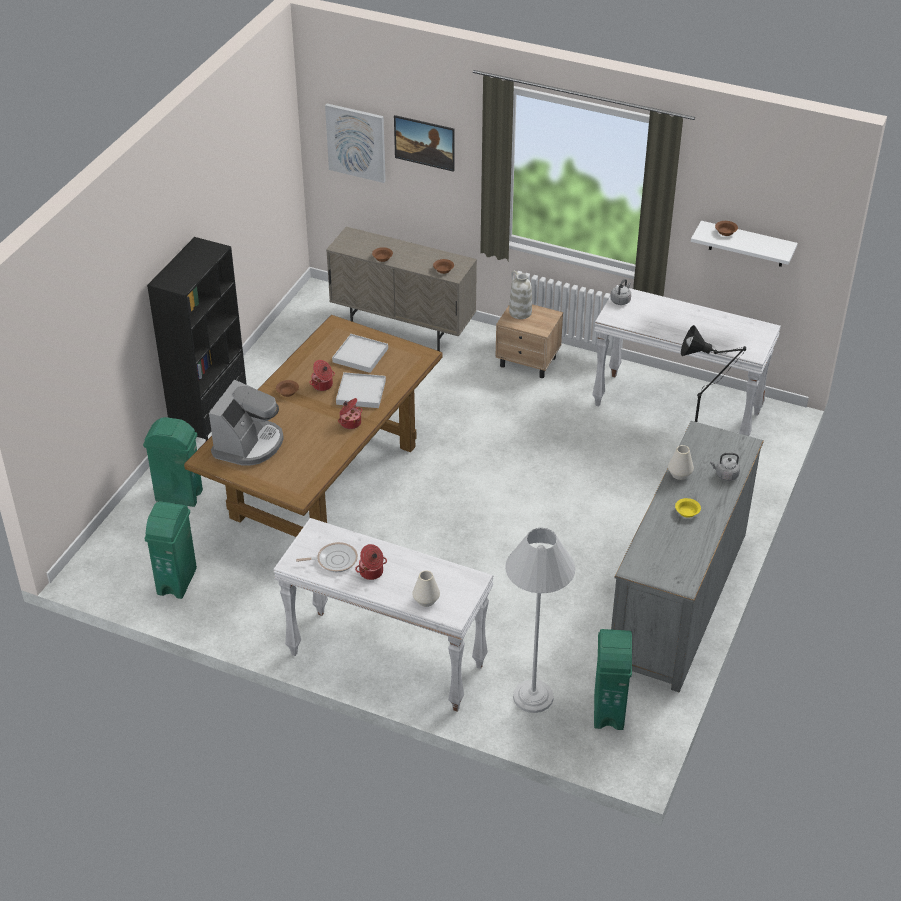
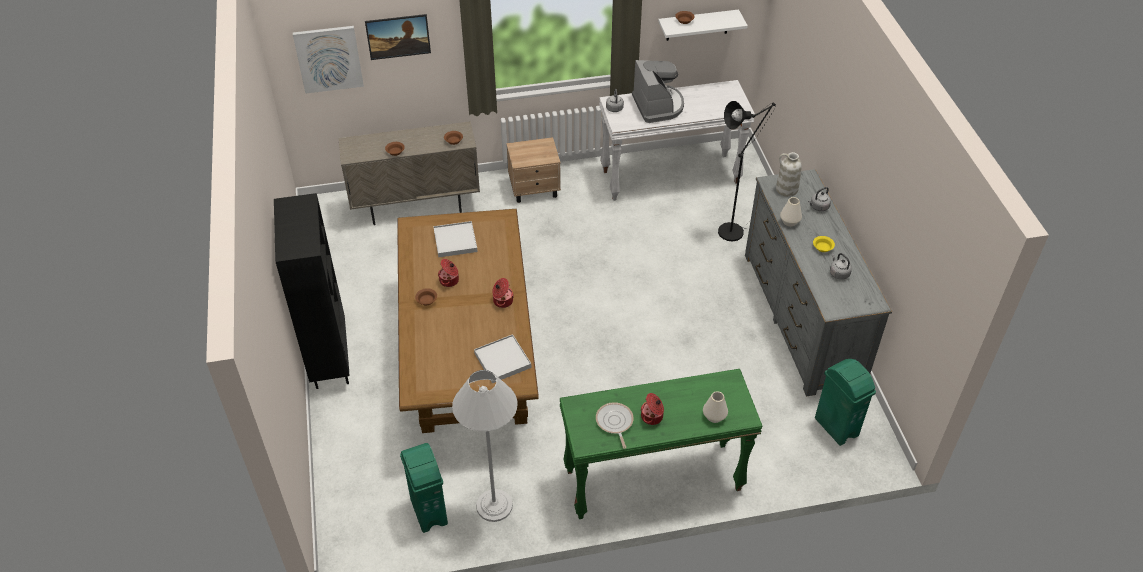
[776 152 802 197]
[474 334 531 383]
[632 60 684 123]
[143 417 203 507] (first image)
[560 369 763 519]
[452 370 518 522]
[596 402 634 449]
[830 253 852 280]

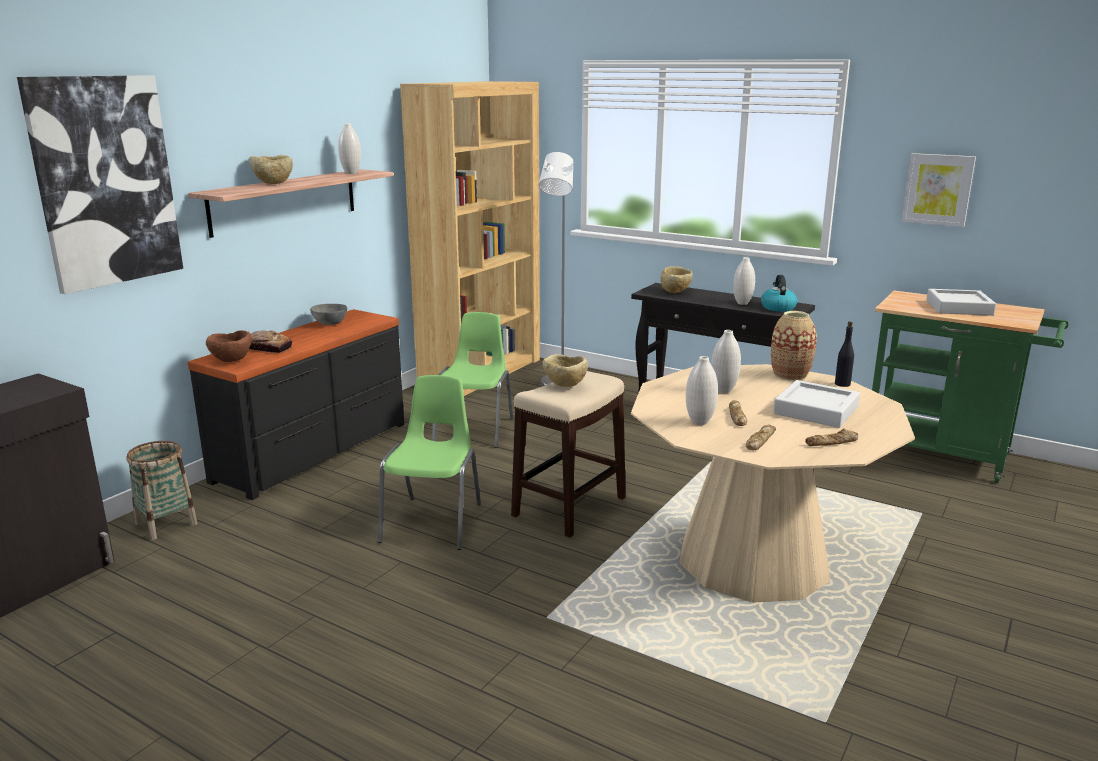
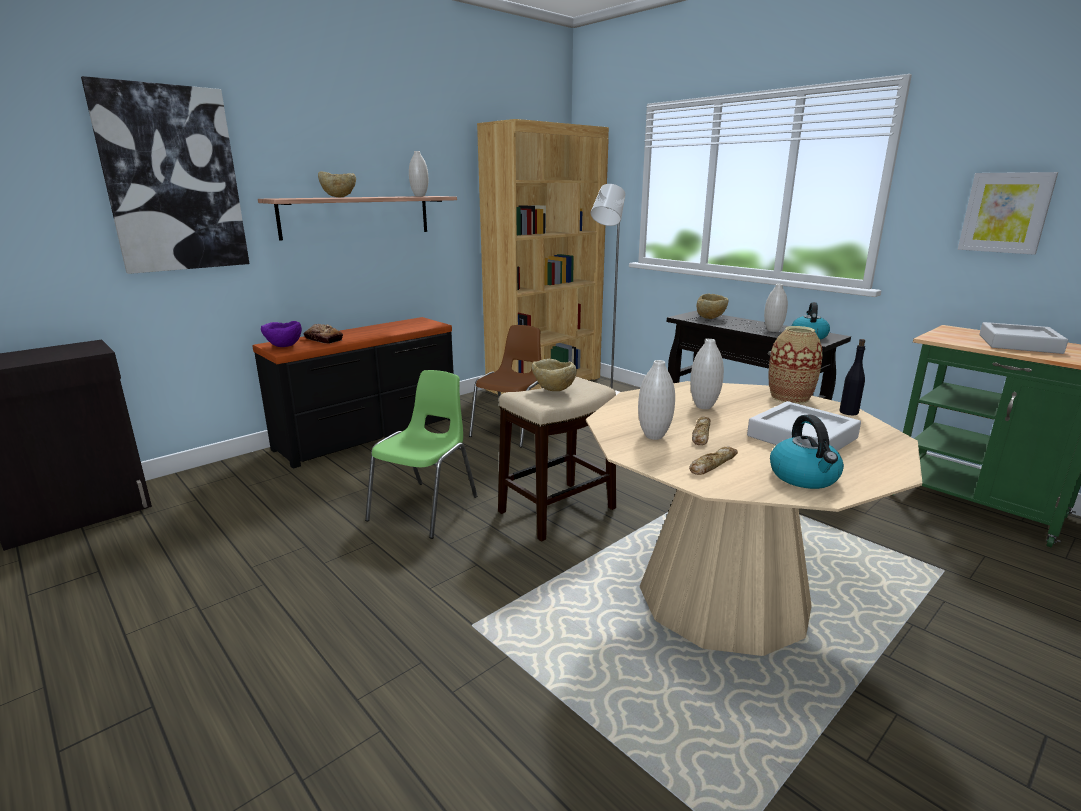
[310 304 347 325] (first image)
[469 325 543 447]
[261 321 302 347]
[770 415 844 489]
[126 441 197 540] (first image)

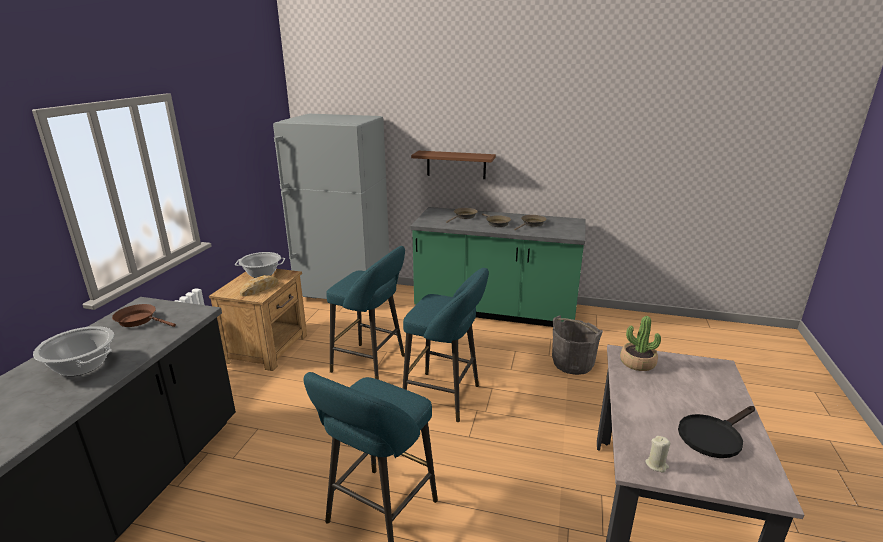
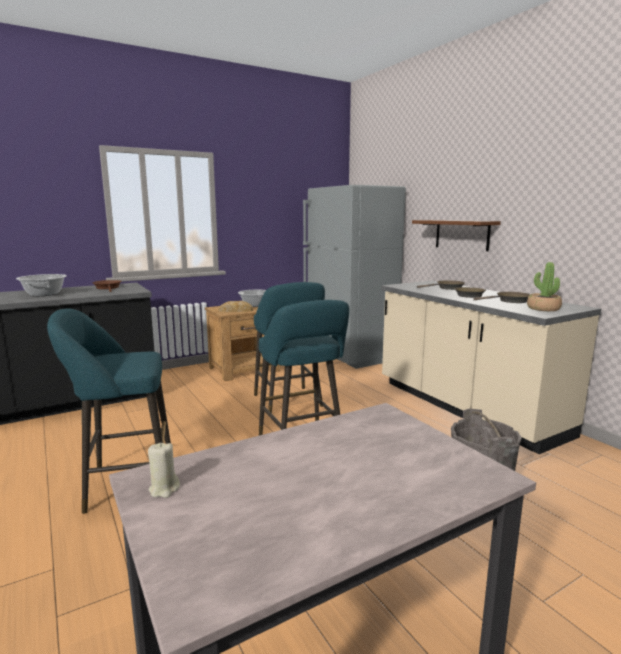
[381 281 601 454]
[527 262 562 311]
[678 406 755 458] (first image)

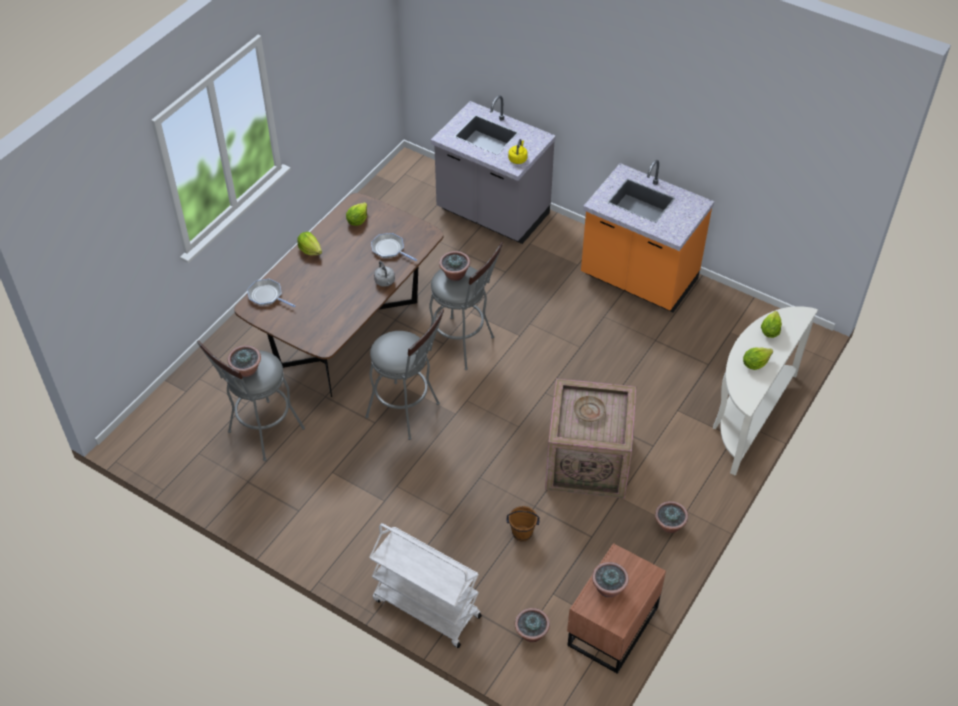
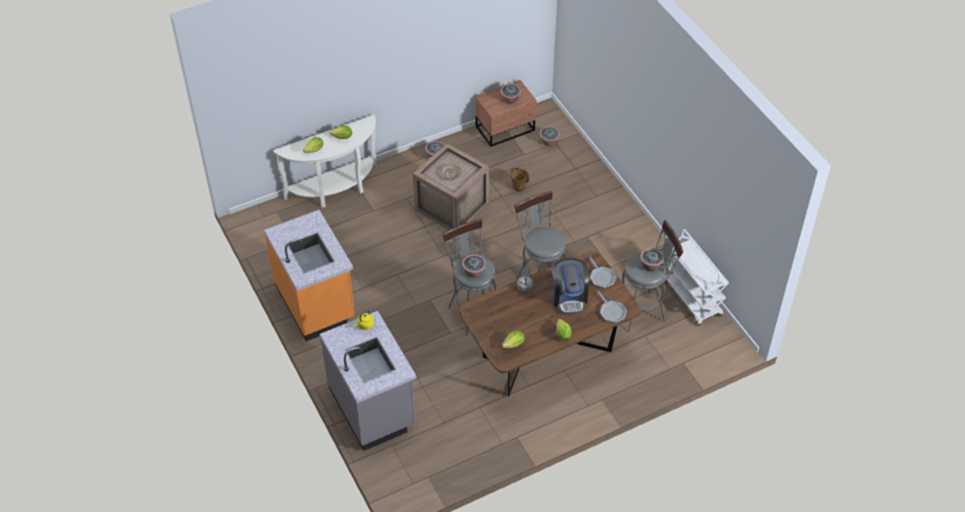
[589 257 617 288]
[664 229 729 326]
[552 258 589 314]

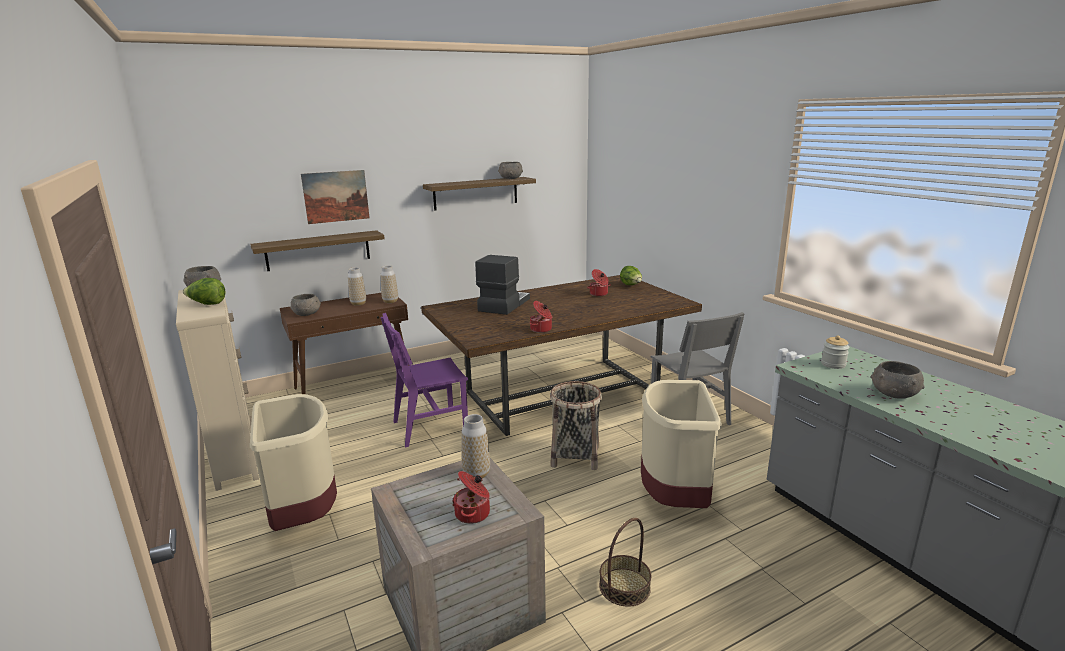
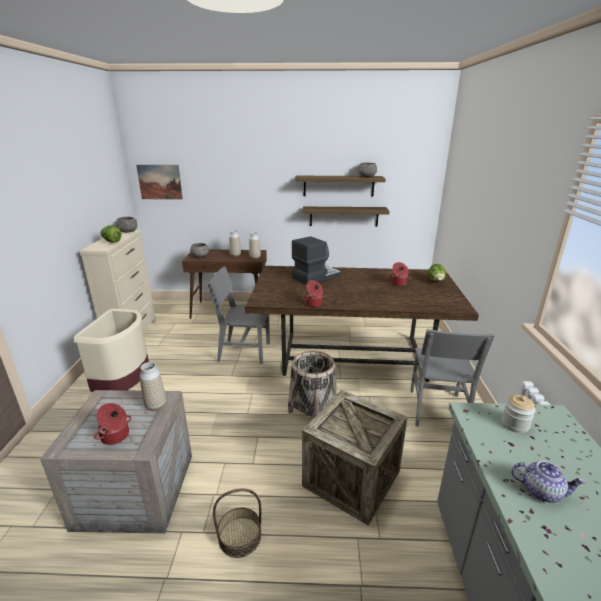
[136 165 183 200]
[302 207 390 226]
[208 266 270 364]
[511 461 586 503]
[302 390 408 526]

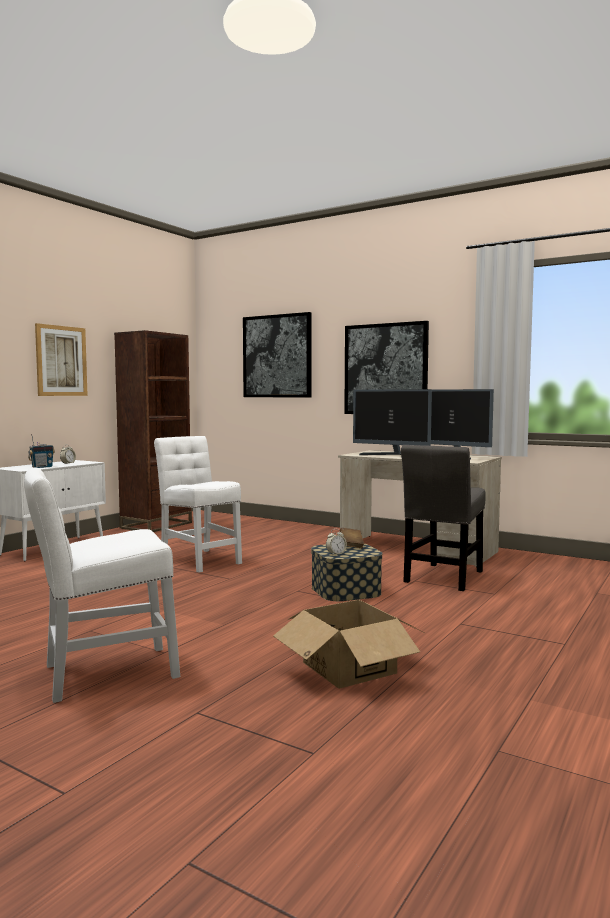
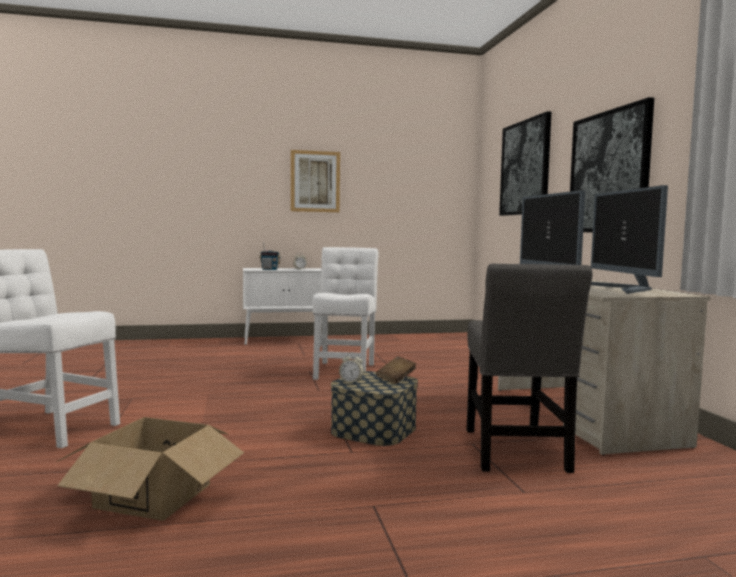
[114 330 192 532] (first image)
[467 264 593 473]

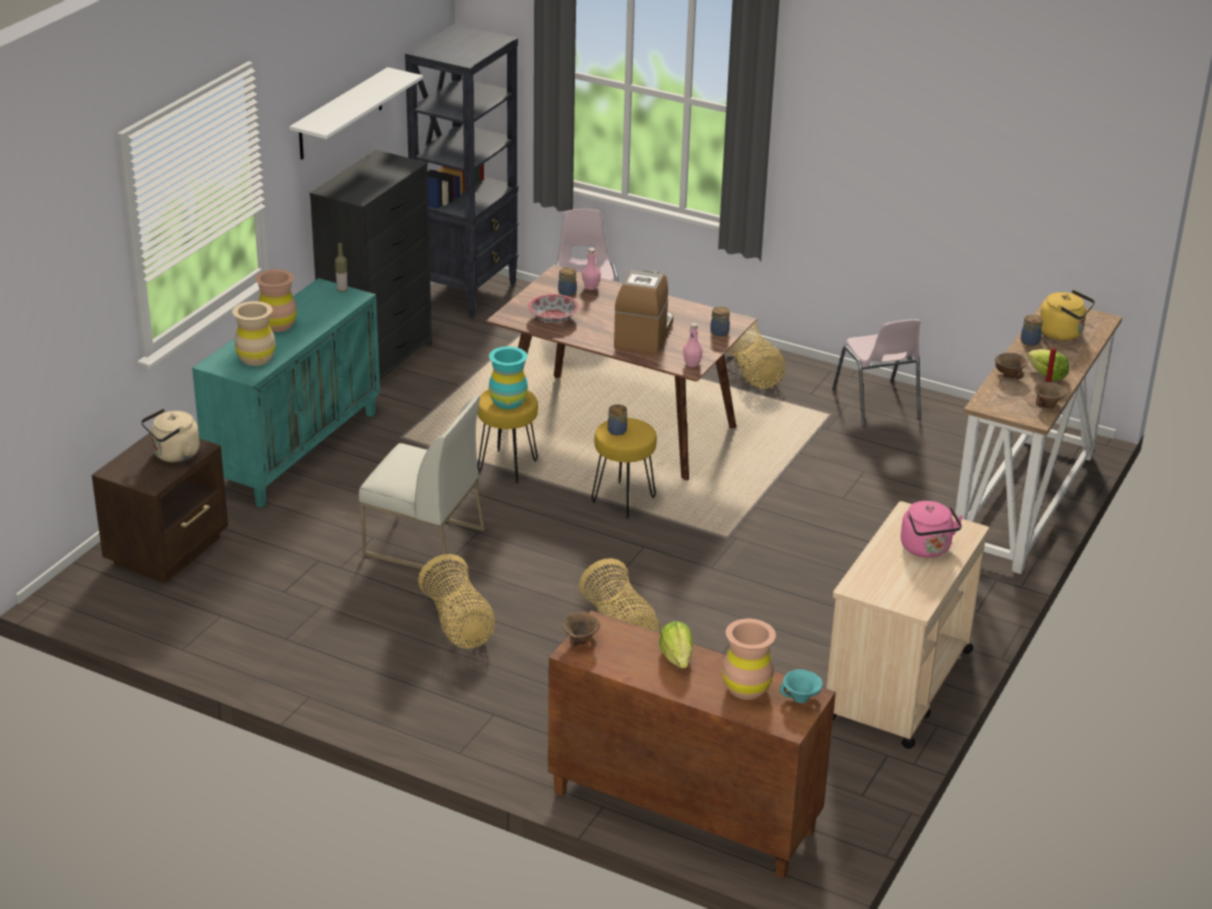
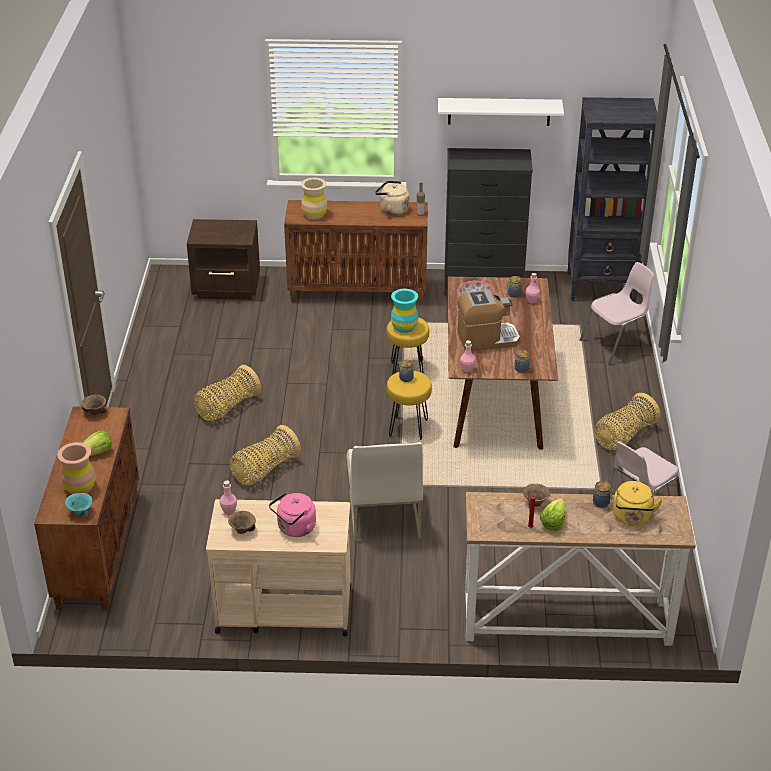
[255 269 297 332] (first image)
[284 200 428 304]
[228 511 256 534]
[347 442 423 542]
[375 181 409 215]
[220 480 237 515]

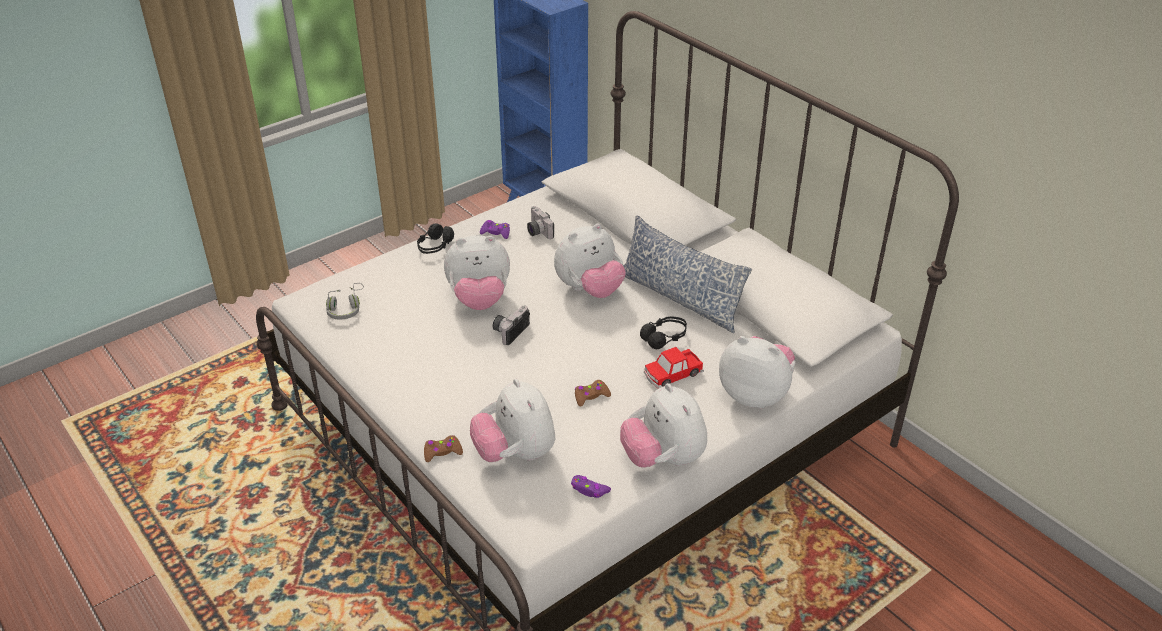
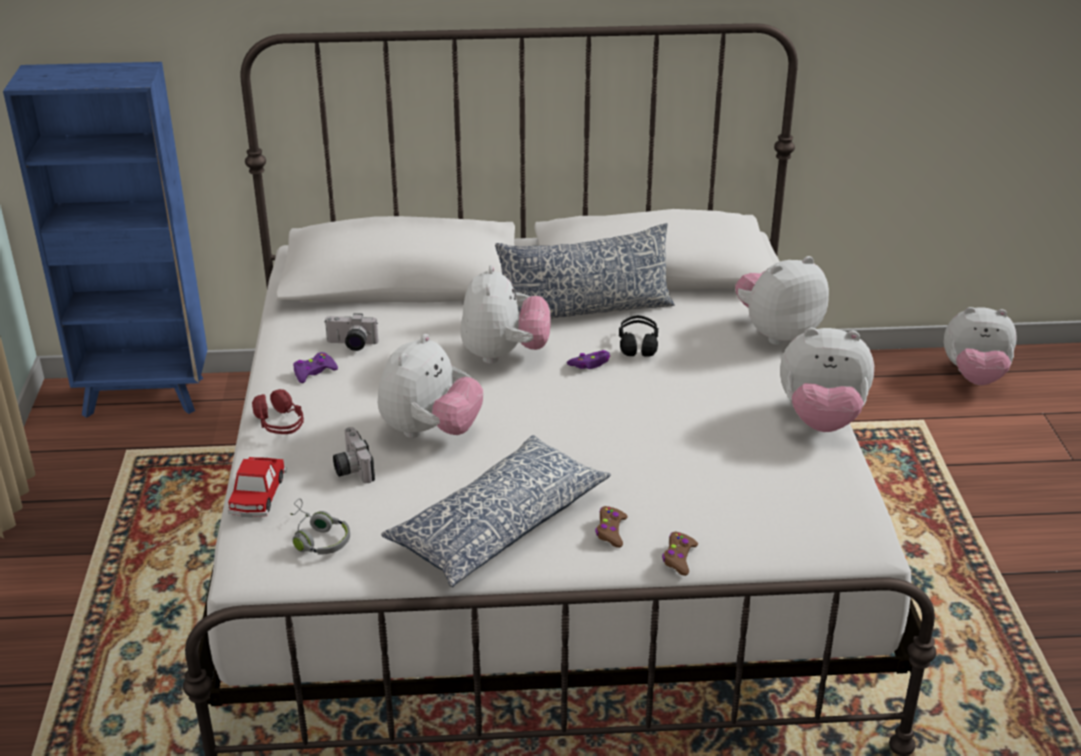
[252 389 304 434]
[333 427 375 483]
[228 457 287 518]
[944 307 1017 385]
[595 506 628 548]
[567 350 610 369]
[381 435 611 587]

